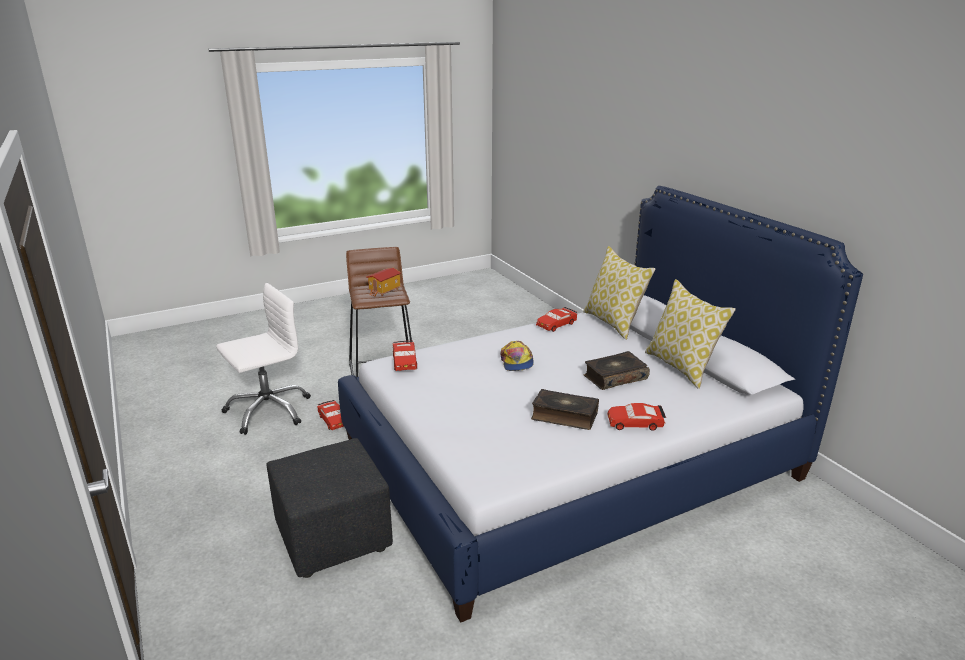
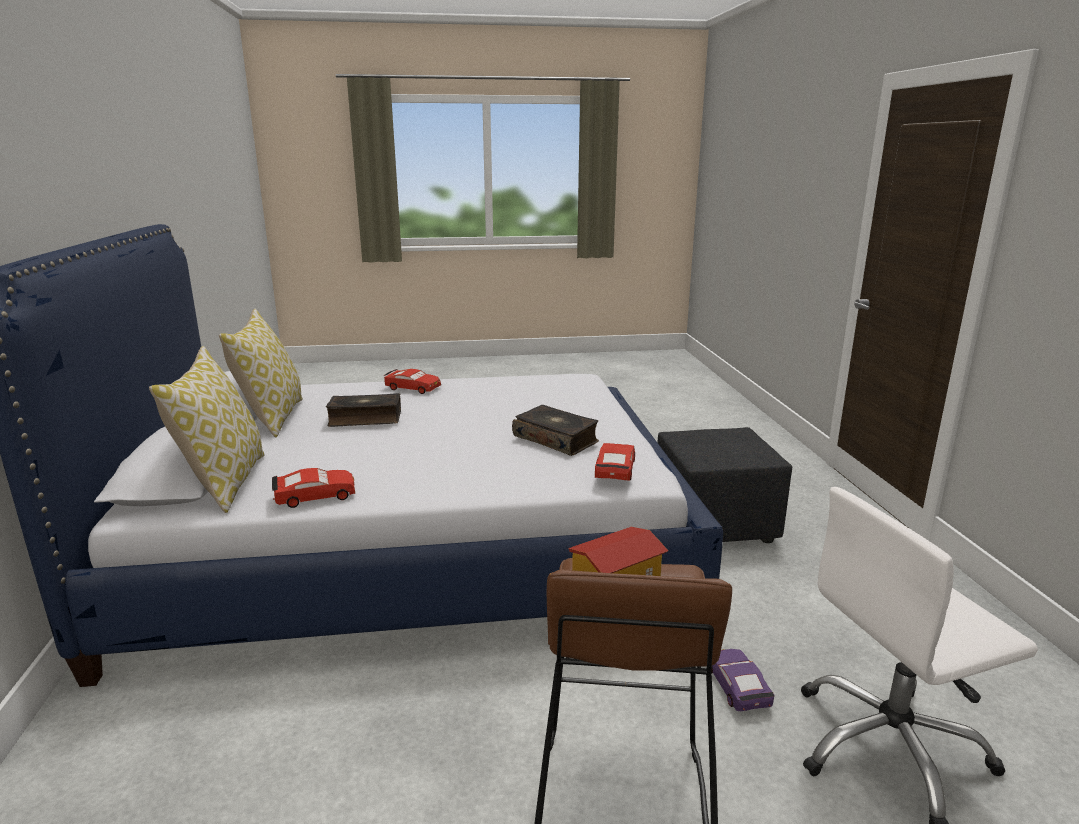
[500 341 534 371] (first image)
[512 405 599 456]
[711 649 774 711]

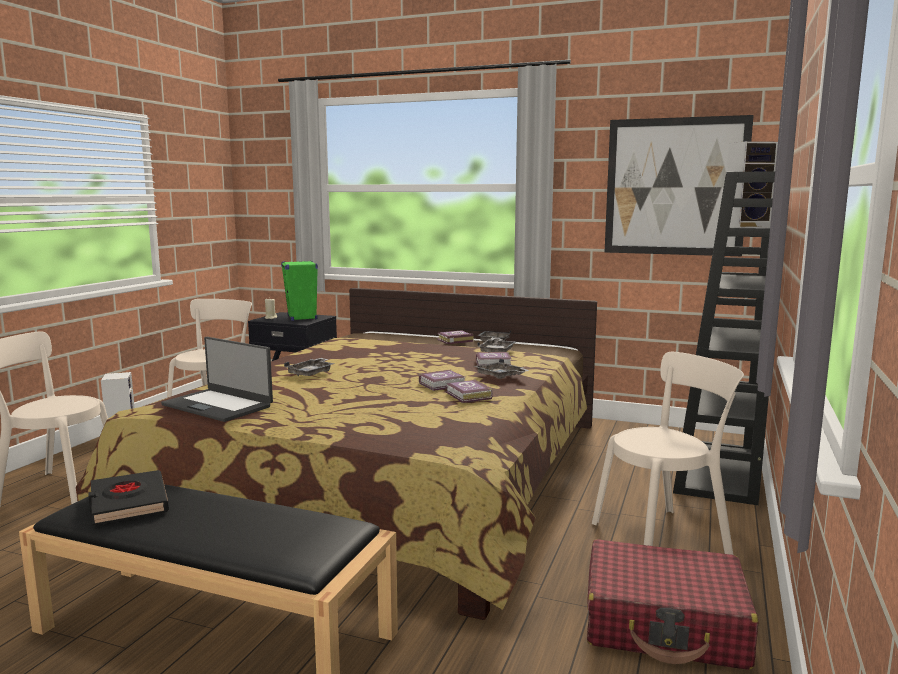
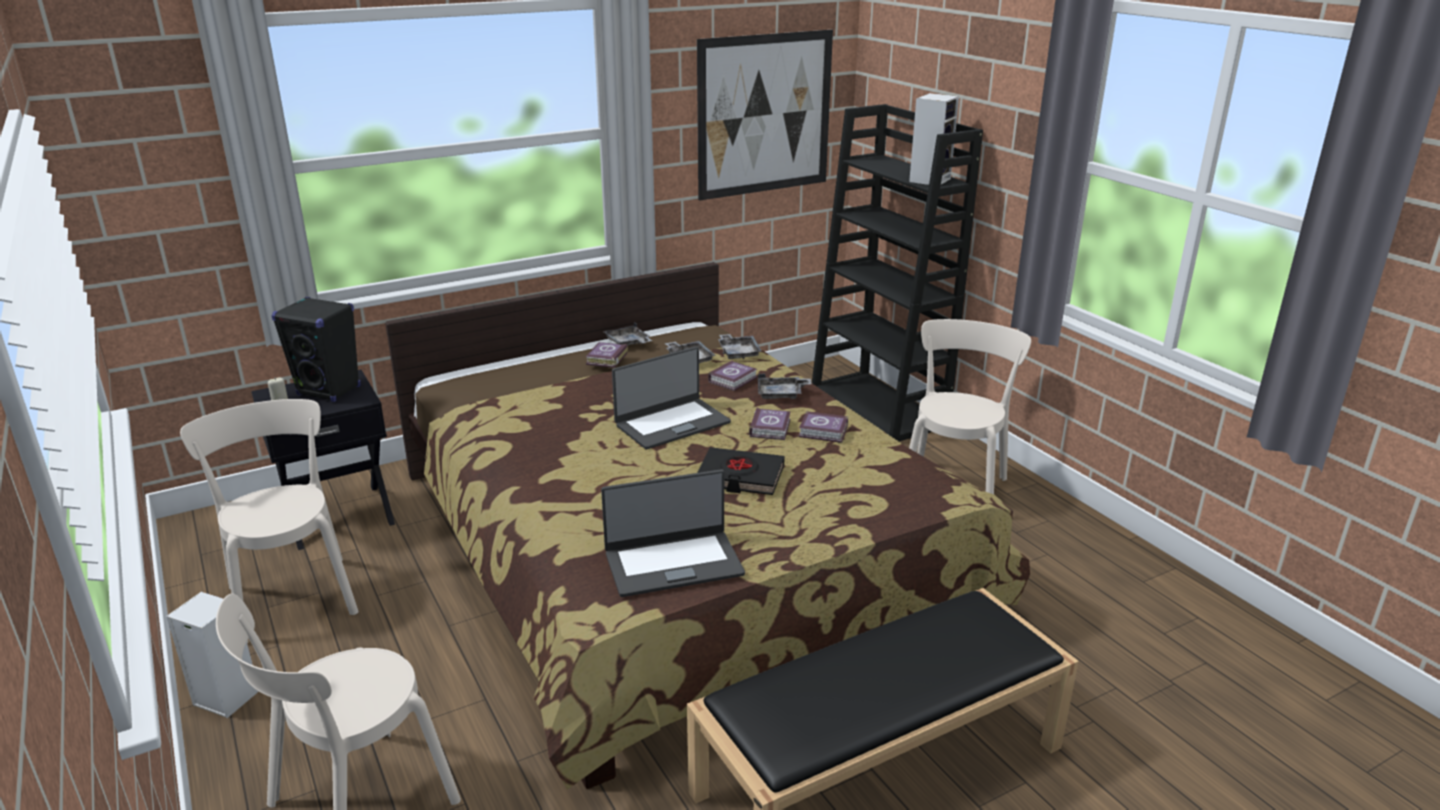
[271 297 361 402]
[718 334 762 359]
[697 447 785 495]
[587 539 759 670] (first image)
[612 347 731 449]

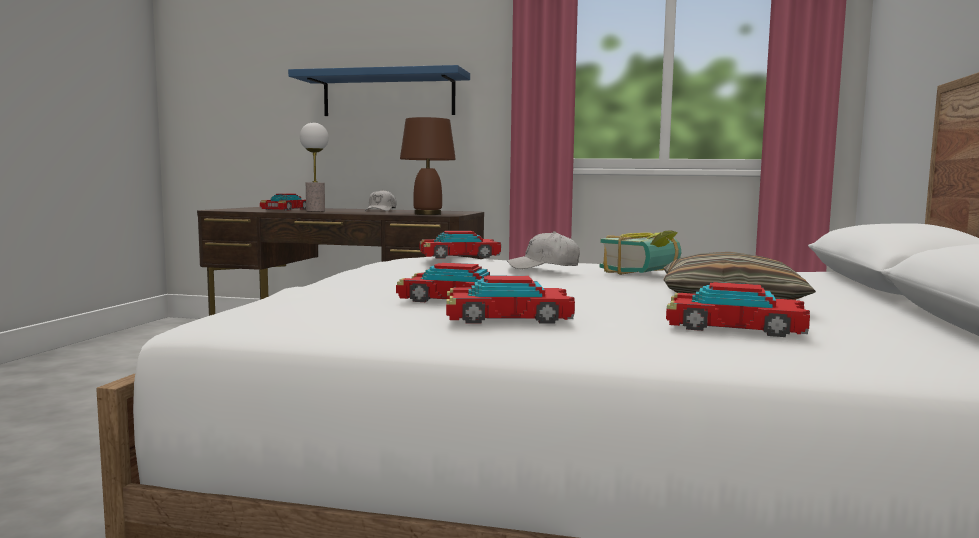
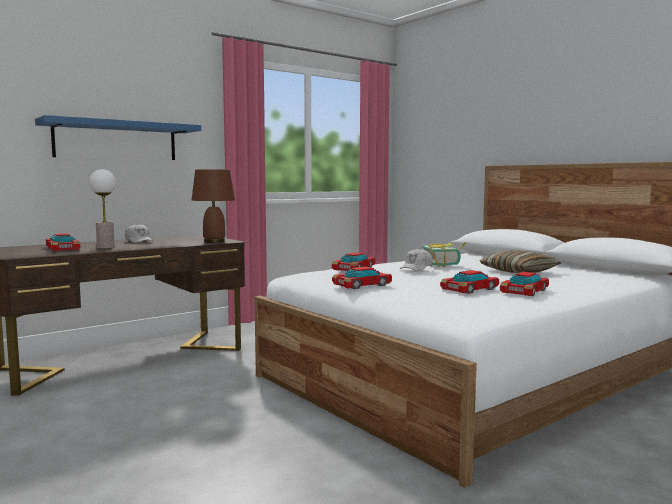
[332 267 392 289]

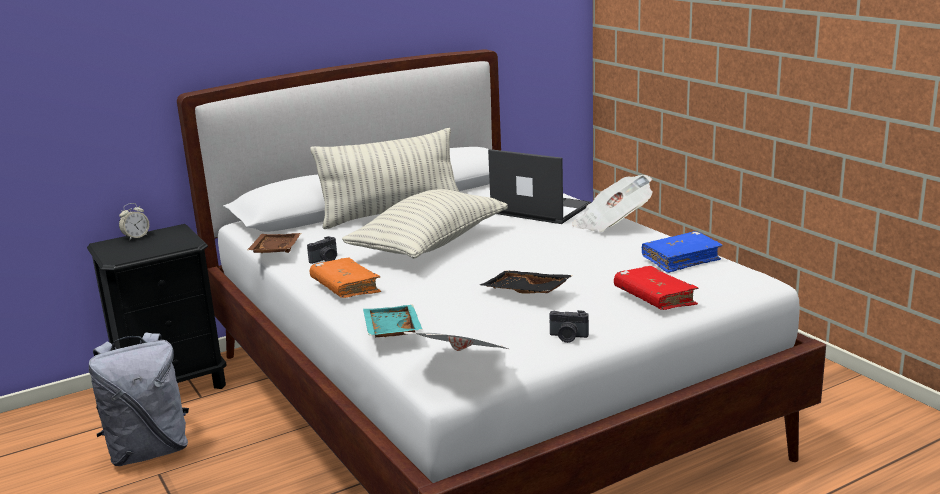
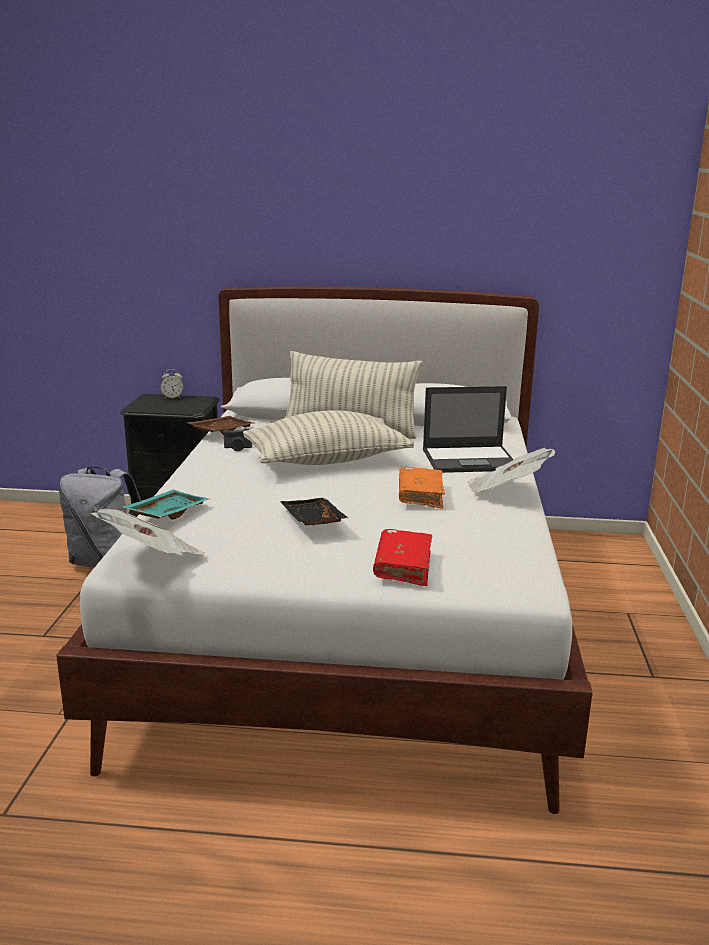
[423 386 514 473]
[642 231 723 273] (first image)
[399 467 445 509]
[550 310 589 343] (first image)

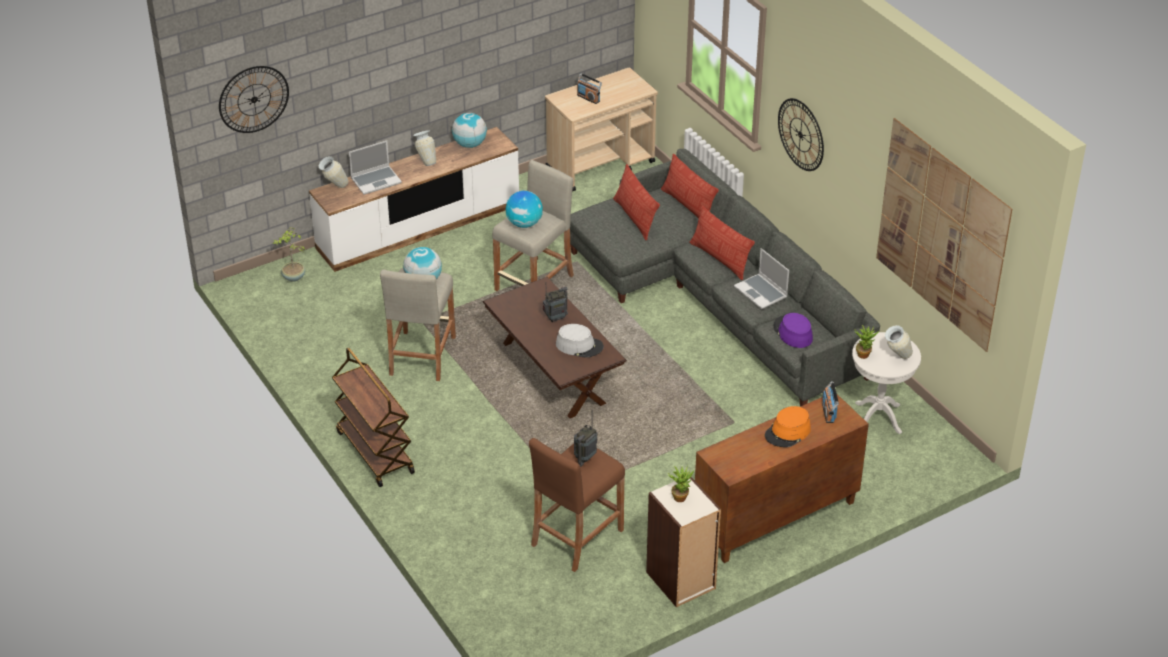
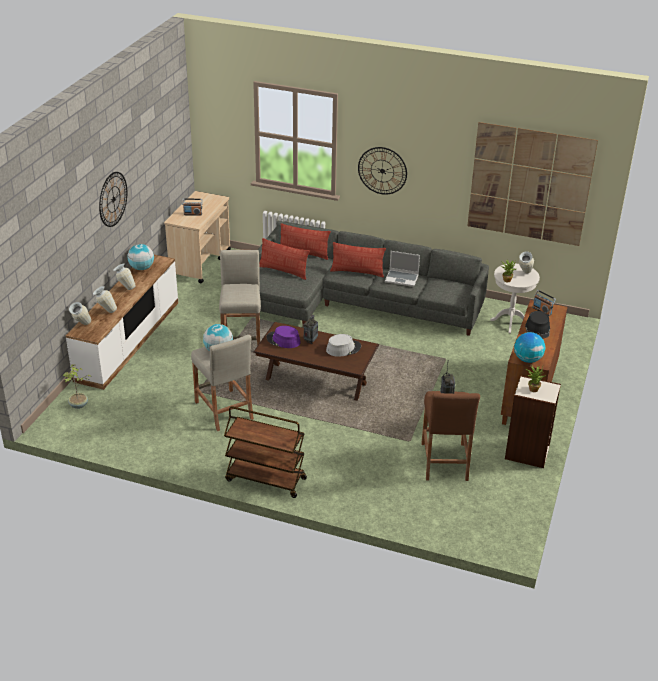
[99 172 127 227]
[93 286 117 313]
[514 332 545 363]
[266 326 301 348]
[525 311 550 339]

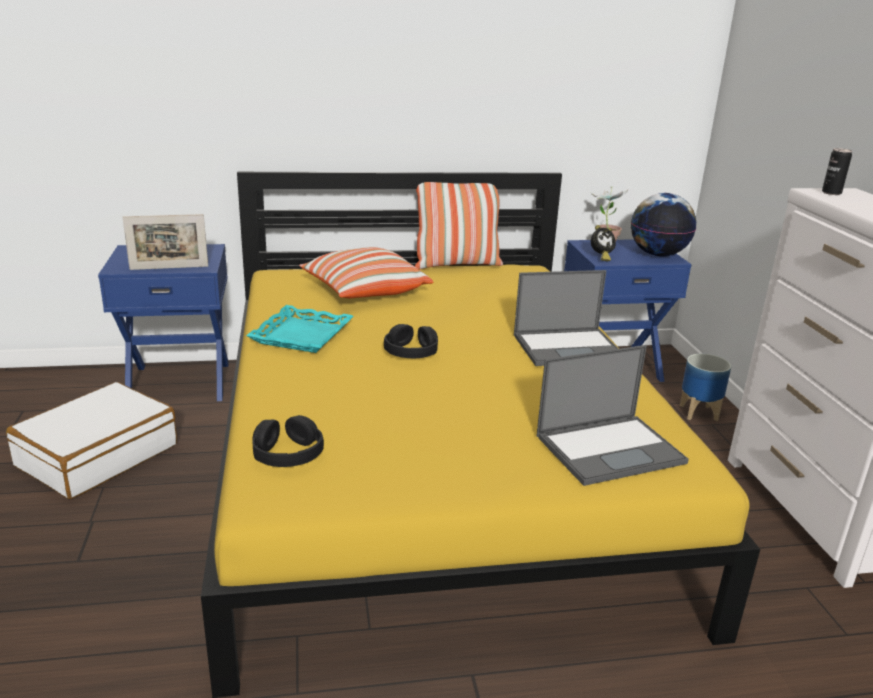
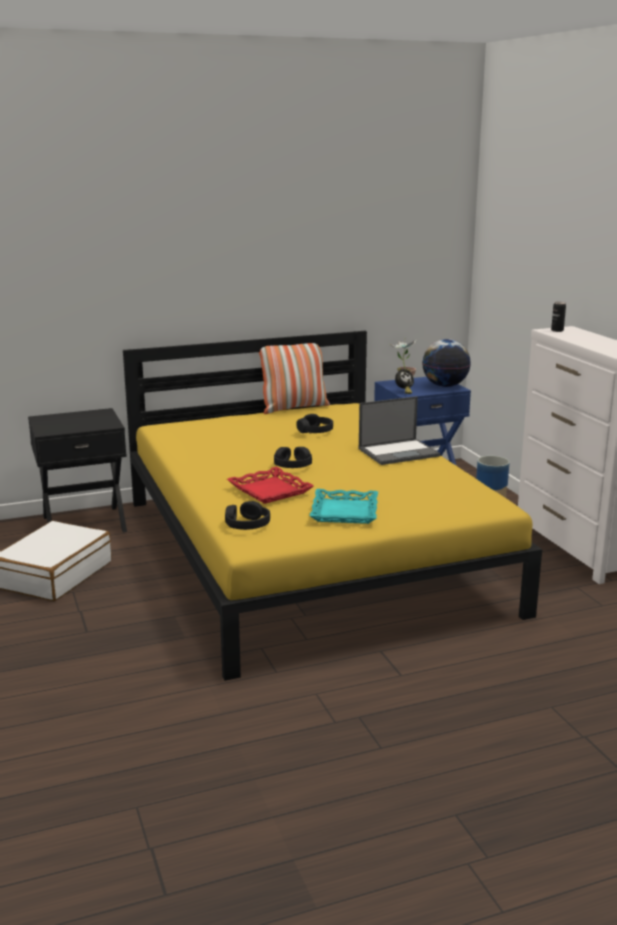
[122 214 208 270] (first image)
[28 408 127 532]
[299 247 433 298] (first image)
[310 489 378 524]
[536 345 689 486] (first image)
[296 414 333 434]
[227 467 314 504]

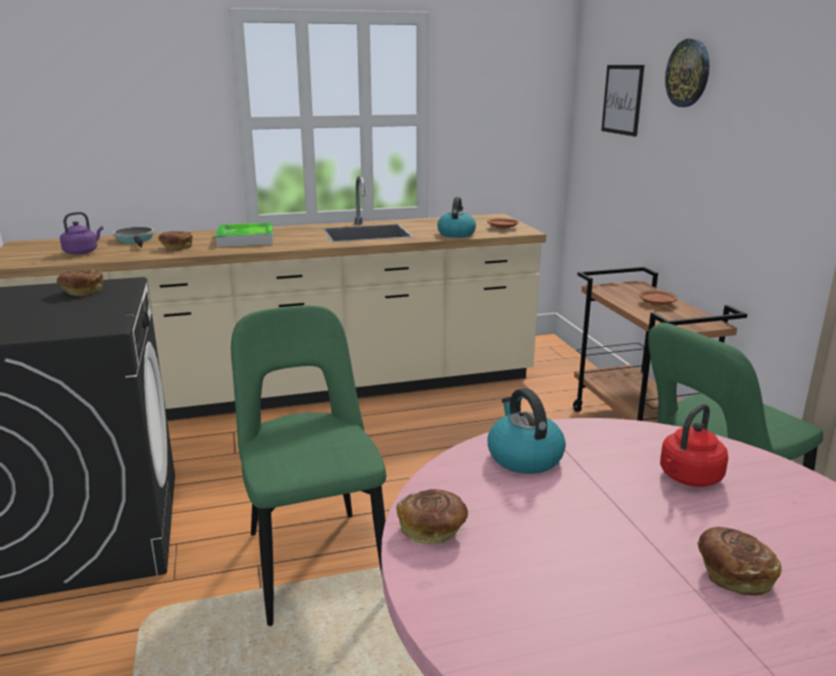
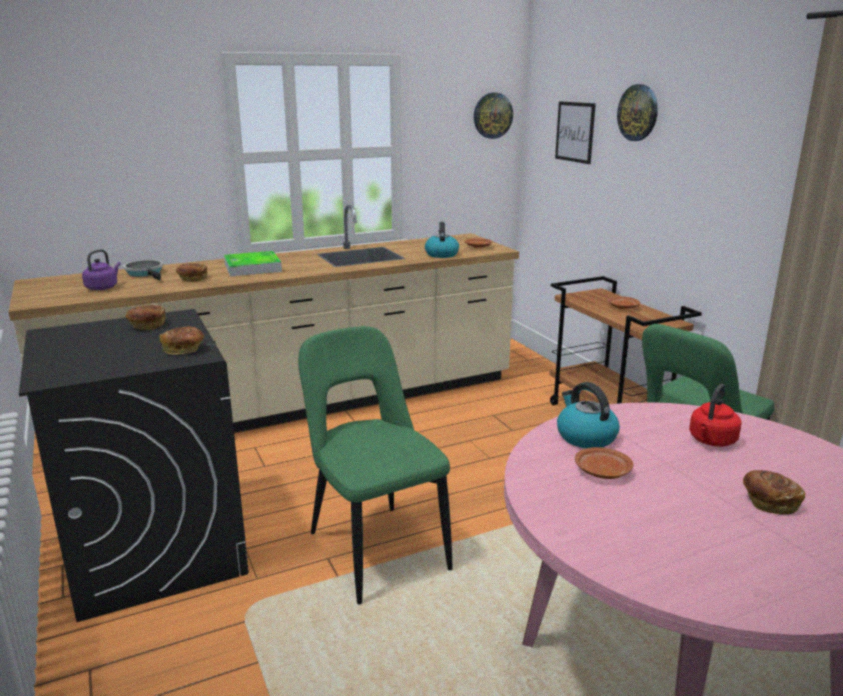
[160 326 204 355]
[474 93 513 139]
[575 447 634 479]

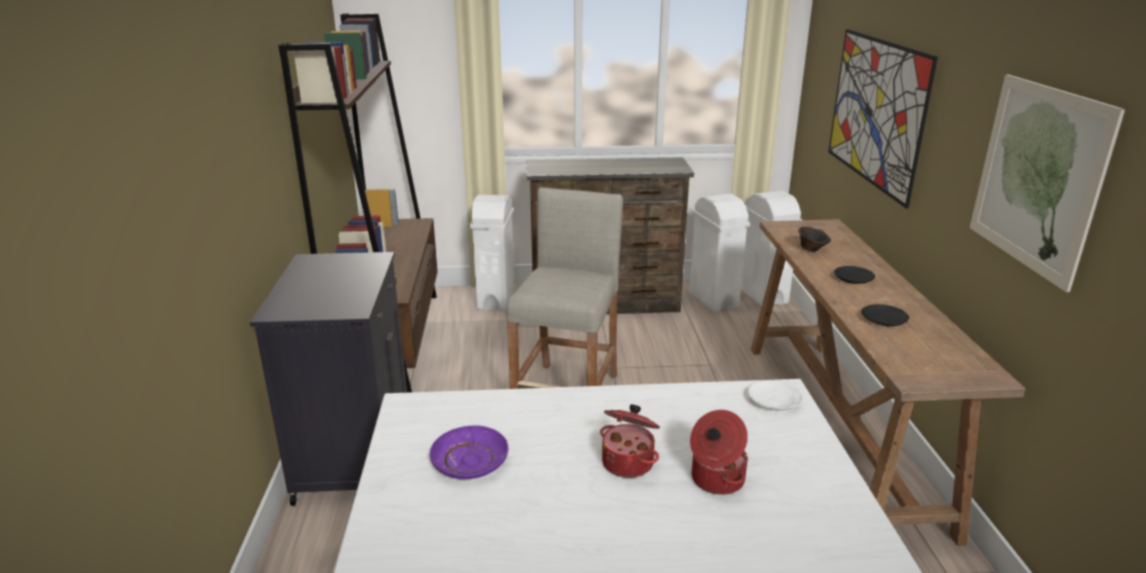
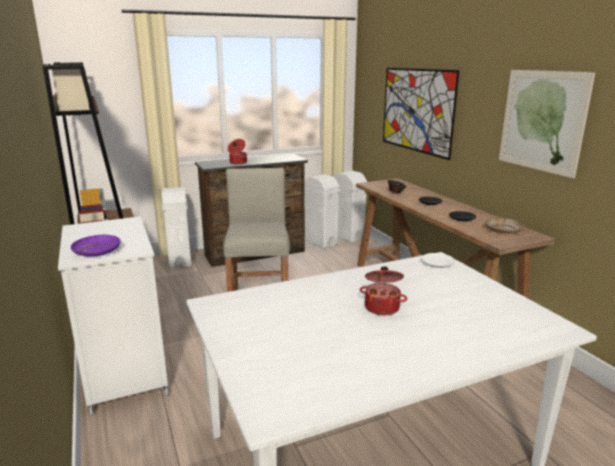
[58 216 169 416]
[228 139 247 165]
[71 235 120 256]
[485 218 524 234]

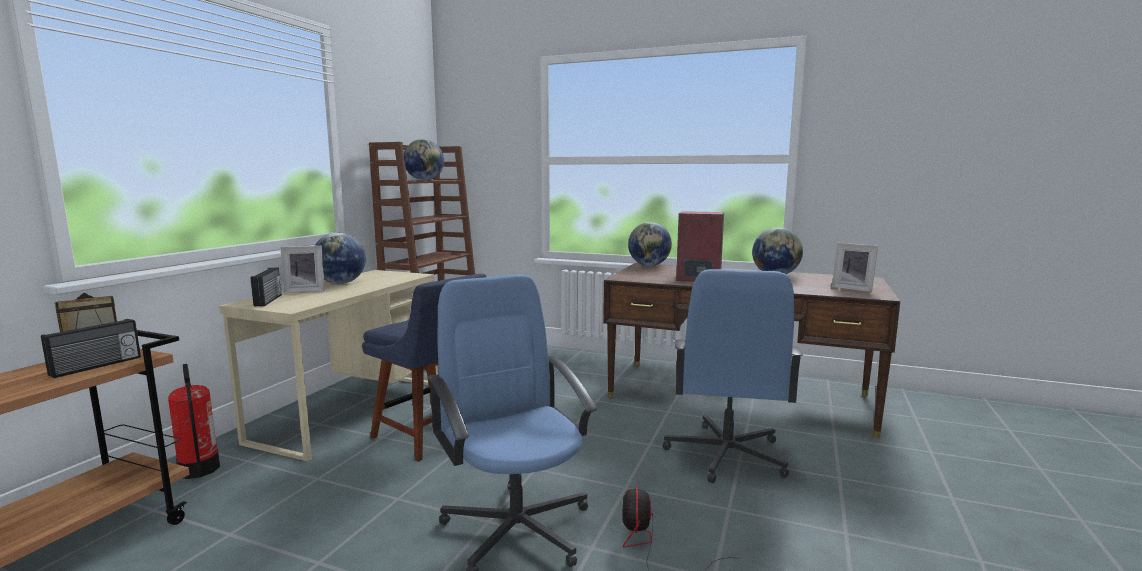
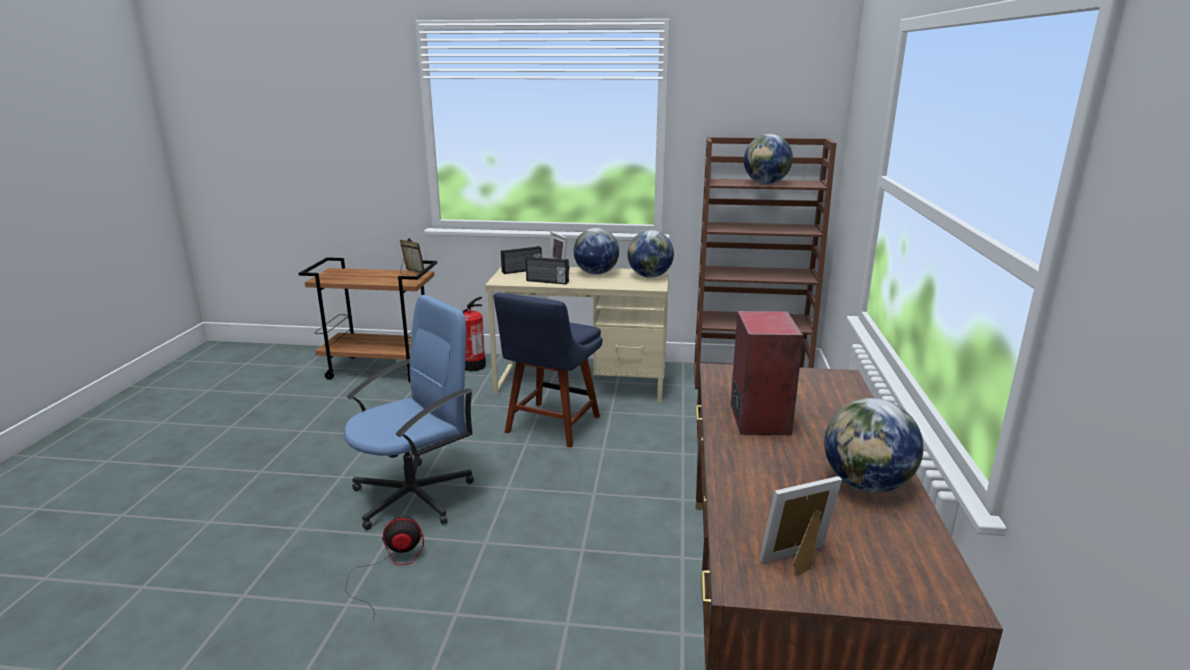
[627 230 674 278]
[759 476 842 575]
[662 269 803 483] (first image)
[526 256 569 284]

